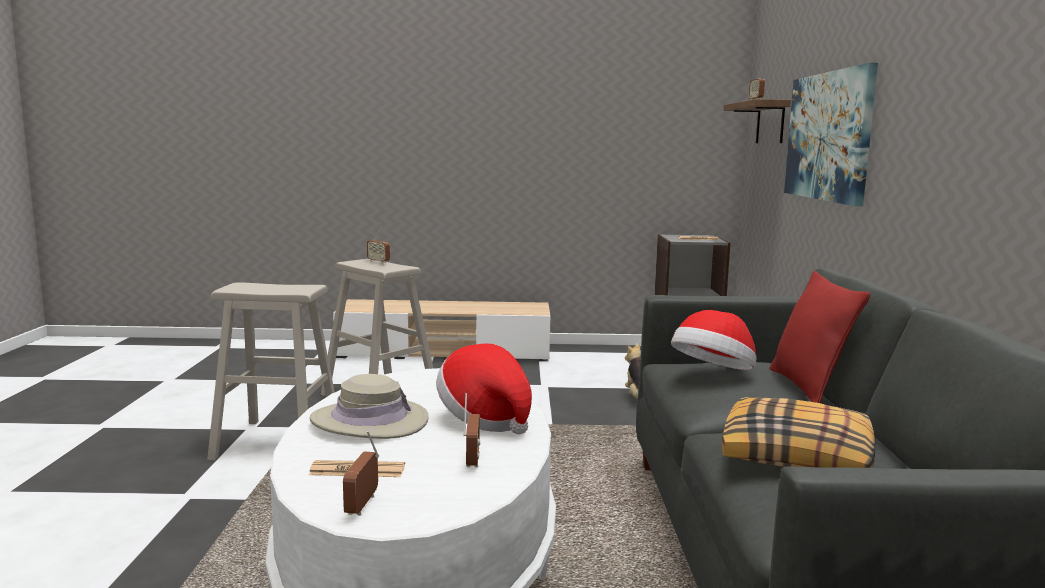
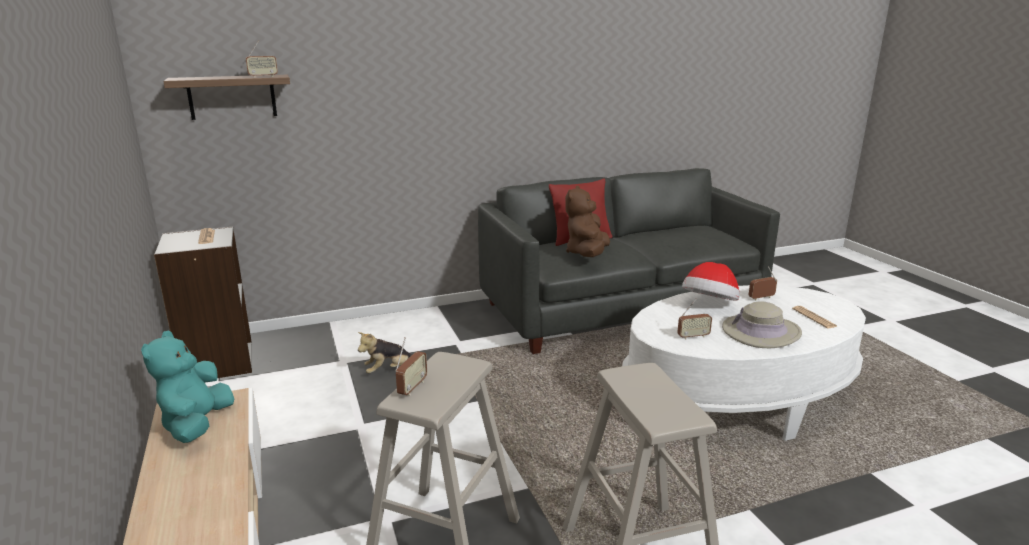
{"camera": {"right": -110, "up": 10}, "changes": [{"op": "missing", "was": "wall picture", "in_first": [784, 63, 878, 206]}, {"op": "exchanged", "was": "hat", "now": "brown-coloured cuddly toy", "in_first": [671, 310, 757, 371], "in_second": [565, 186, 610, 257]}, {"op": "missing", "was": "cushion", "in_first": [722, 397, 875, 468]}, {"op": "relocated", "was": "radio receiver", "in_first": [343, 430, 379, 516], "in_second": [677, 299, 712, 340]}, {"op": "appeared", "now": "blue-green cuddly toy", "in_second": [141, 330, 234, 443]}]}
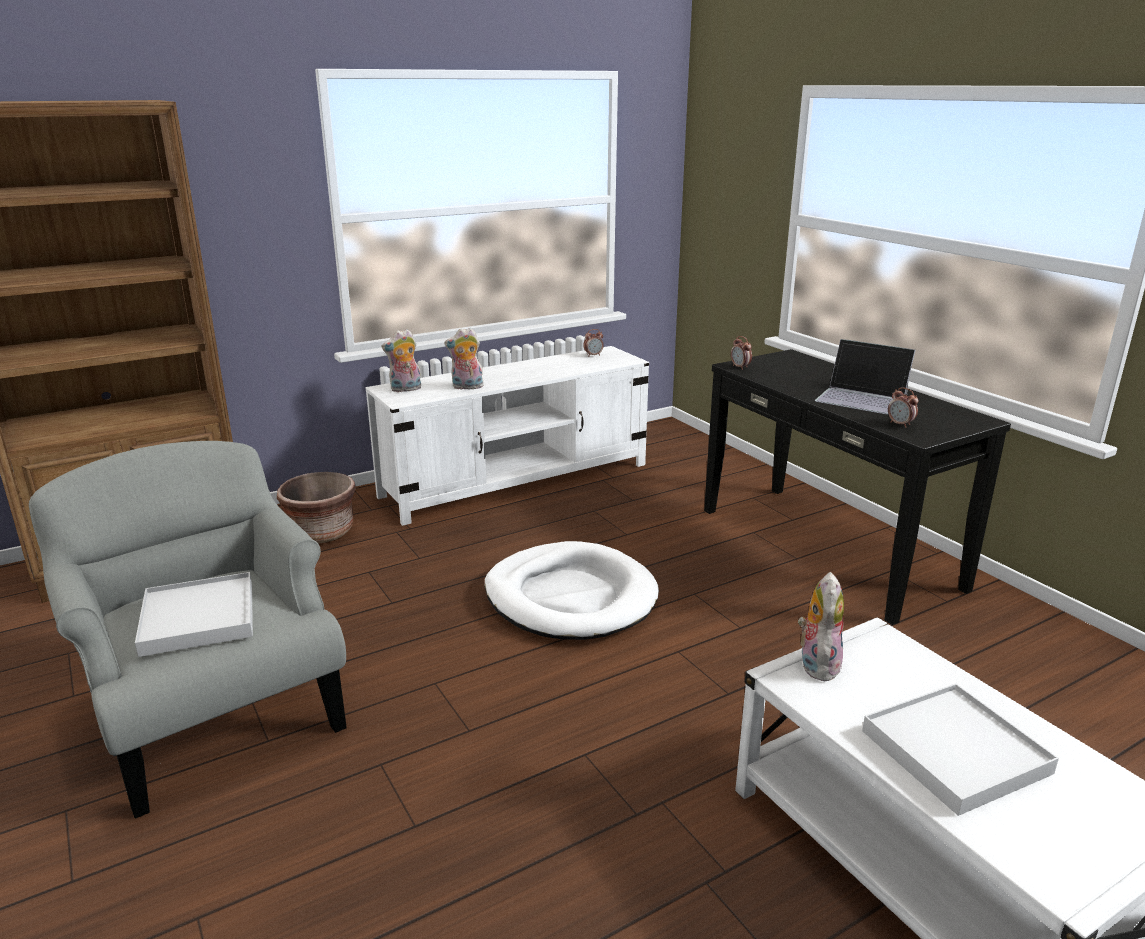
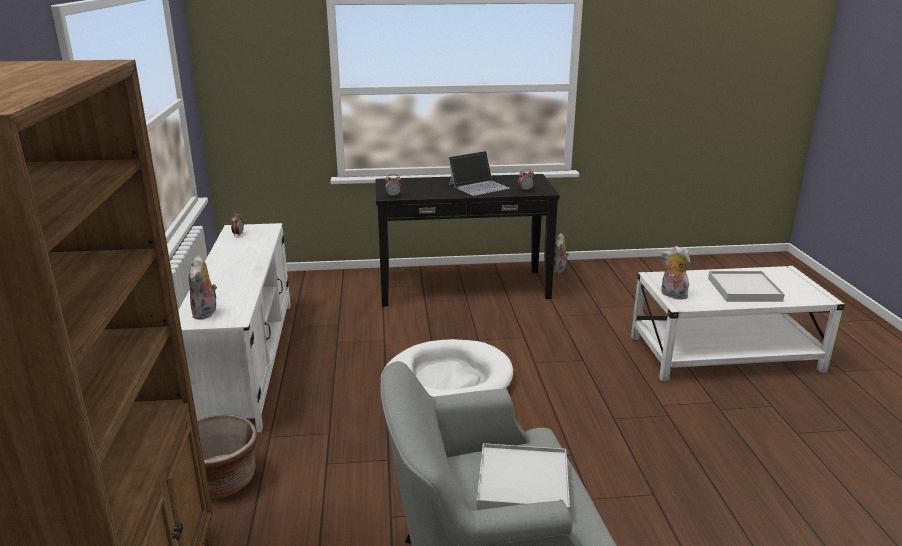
{"camera": {"right": -65, "up": 0}, "changes": [{"op": "relocated", "was": "cuddly toy", "in_first": [444, 328, 484, 390], "in_second": [553, 233, 569, 274]}]}
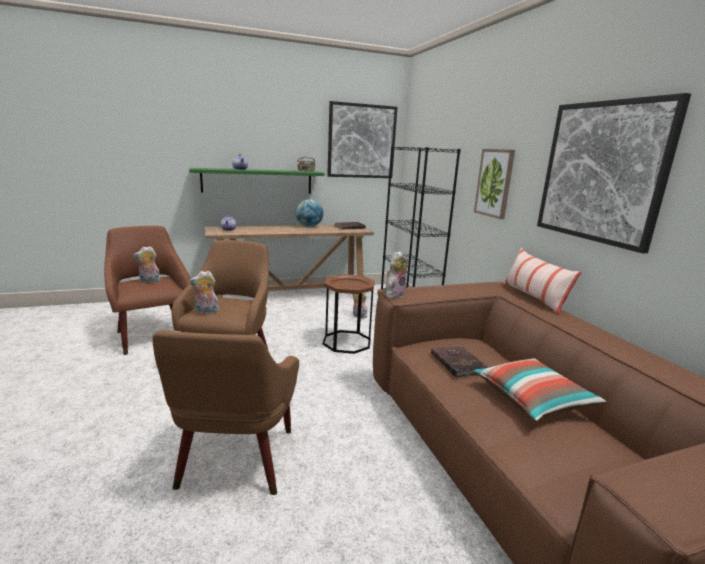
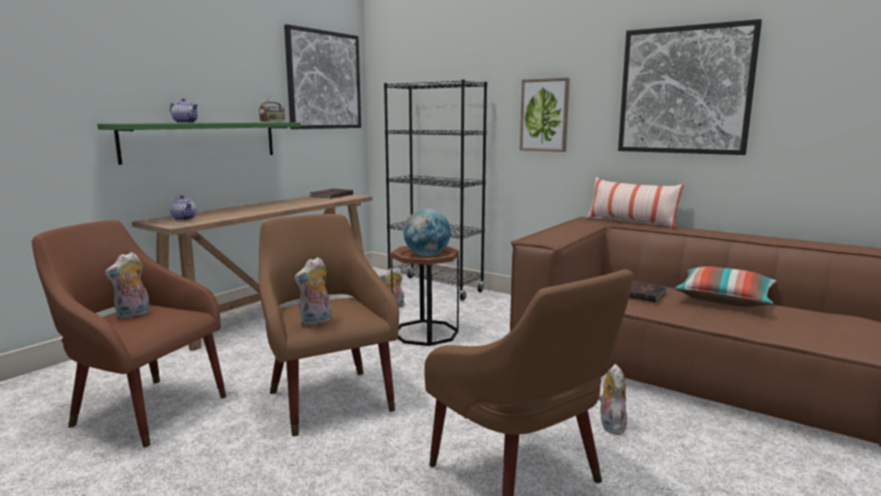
{"camera": {"right": -35, "up": -5}, "changes": [{"op": "relocated", "was": "desk globe", "in_first": [296, 199, 323, 227], "in_second": [403, 209, 451, 256]}, {"op": "relocated", "was": "cuddly toy", "in_first": [385, 251, 407, 298], "in_second": [599, 364, 627, 435]}]}
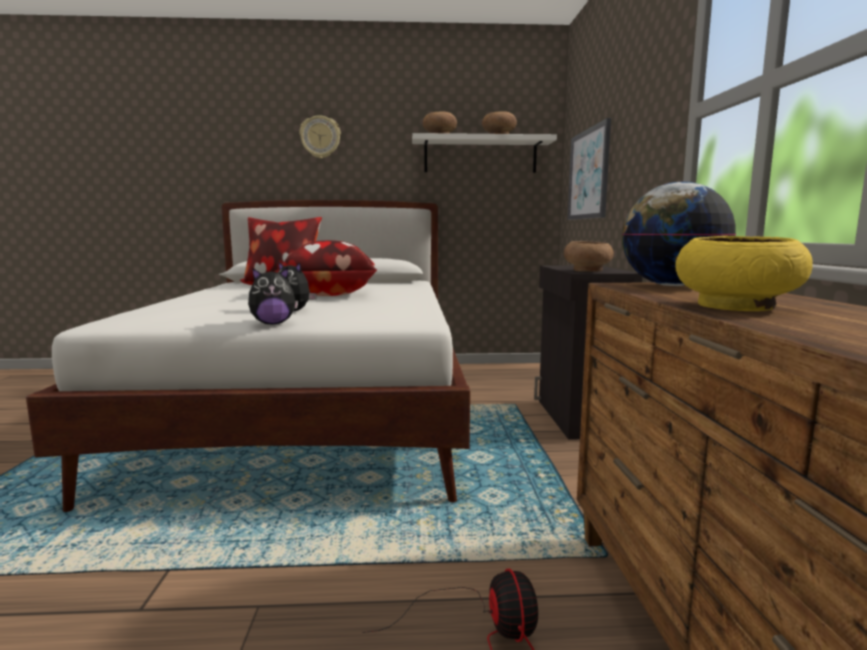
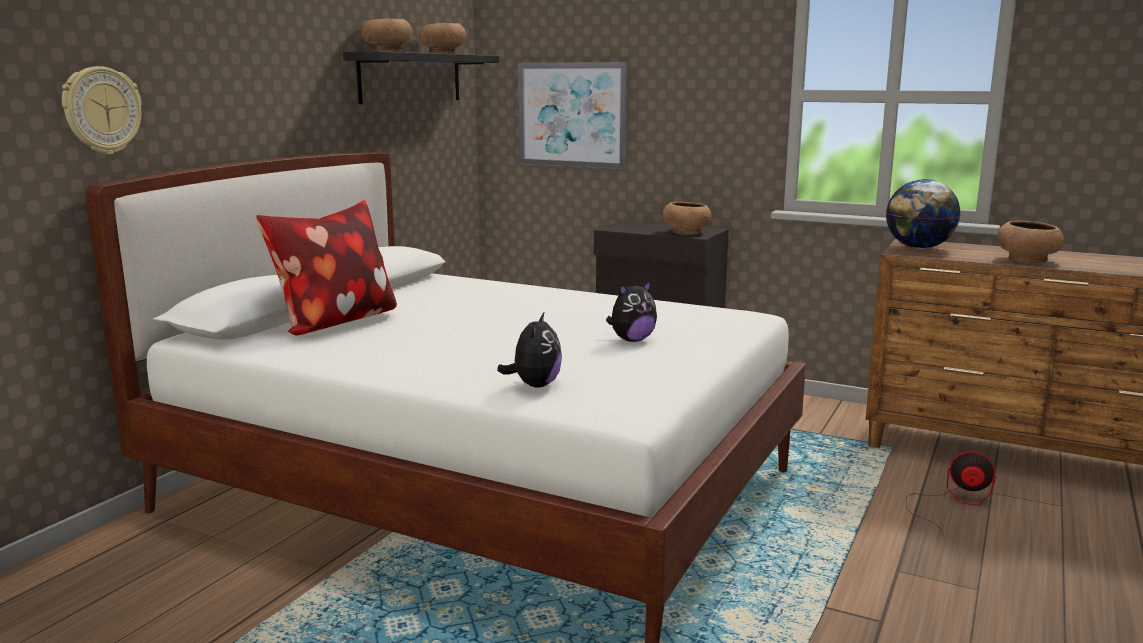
{"camera": {"right": -60, "up": 5}, "changes": [{"op": "relocated", "was": "clock on the wall", "in_first": [299, 115, 341, 159], "in_second": [62, 66, 142, 154]}, {"op": "colour", "was": "white shelf", "now": "black shelf", "in_first": [412, 133, 557, 173], "in_second": [343, 51, 499, 104]}, {"op": "colour", "was": "yellowish bowl", "now": "brown-coloured bowl", "in_first": [675, 236, 813, 311], "in_second": [997, 221, 1064, 263]}, {"op": "missing", "was": "cushion", "in_first": [275, 240, 377, 296]}, {"op": "relocated", "was": "cuddly toy", "in_first": [248, 267, 298, 325], "in_second": [497, 311, 562, 387]}]}
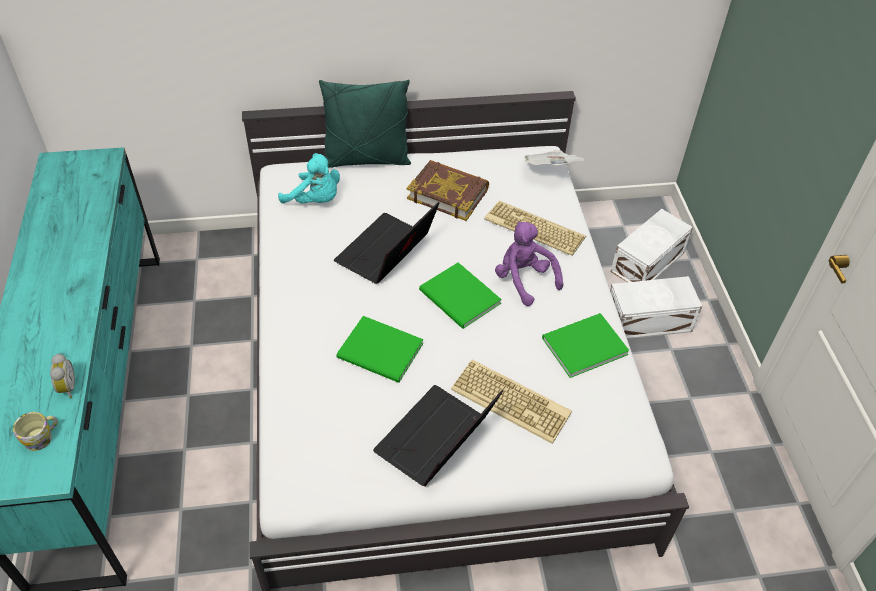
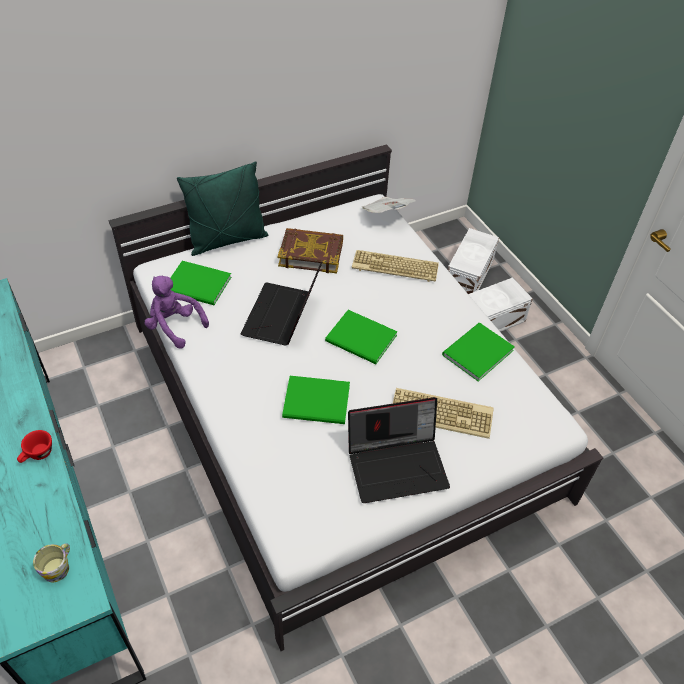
{"camera": {"right": -20, "up": 0}, "changes": [{"op": "exchanged", "was": "blue-green cuddly toy", "now": "green bound book", "in_first": [278, 153, 340, 204], "in_second": [170, 261, 231, 305]}, {"op": "relocated", "was": "purple cuddly toy", "in_first": [495, 221, 563, 306], "in_second": [144, 276, 209, 349]}, {"op": "missing", "was": "table clock", "in_first": [50, 354, 75, 398]}, {"op": "spun", "was": "laptop", "in_first": [373, 385, 503, 486], "in_second": [348, 397, 450, 503], "clockwise": -120}, {"op": "appeared", "now": "red small cup", "in_second": [17, 430, 52, 463]}]}
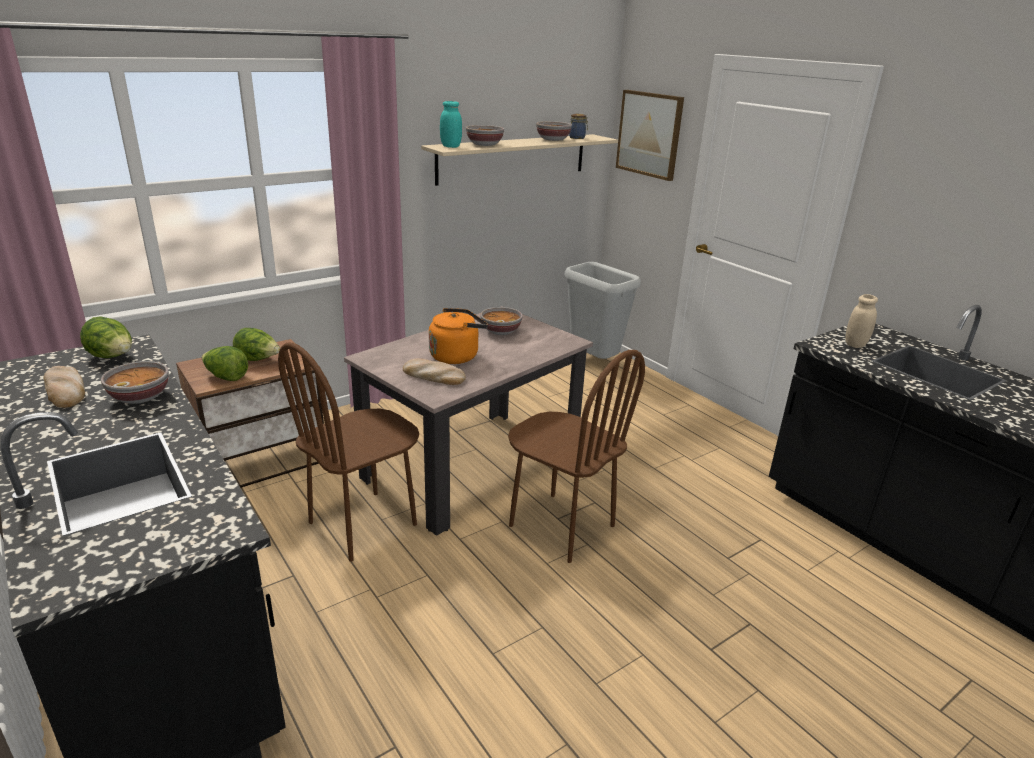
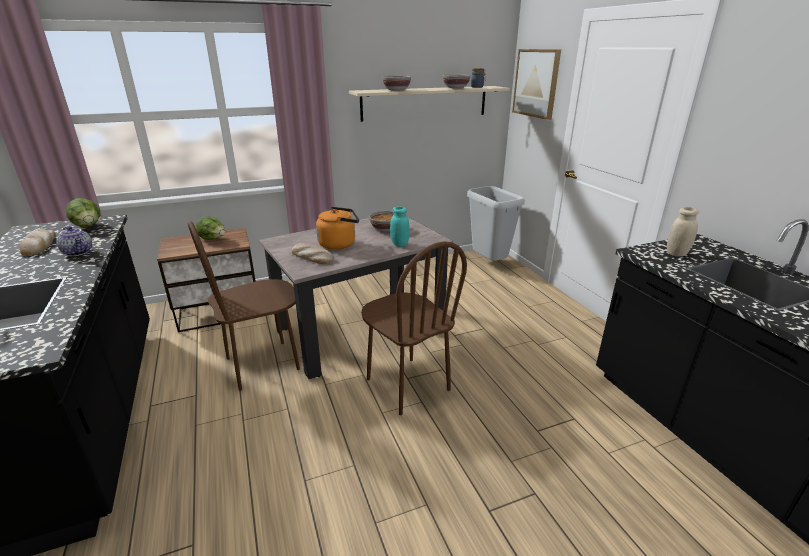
{"camera": {"right": 15, "up": 0}, "changes": [{"op": "relocated", "was": "blue-green storage jar", "in_first": [440, 101, 462, 148], "in_second": [390, 206, 410, 247]}, {"op": "missing", "was": "lettuce", "in_first": [202, 346, 248, 381]}, {"op": "exchanged", "was": "bowl", "now": "pot for tea", "in_first": [101, 361, 169, 404], "in_second": [56, 226, 92, 256]}]}
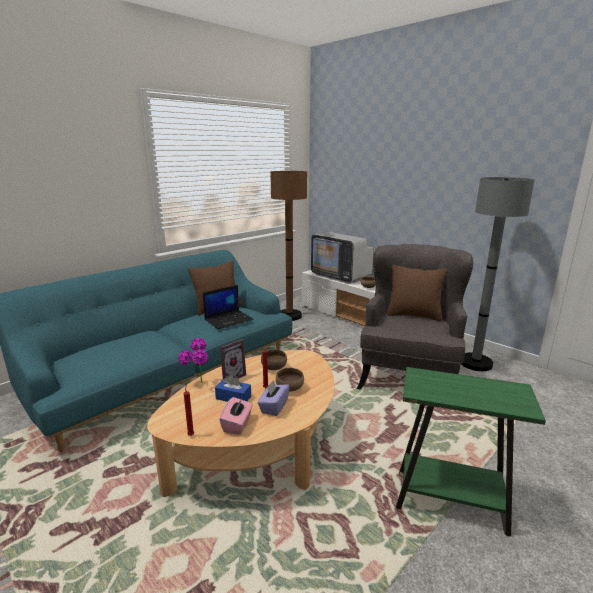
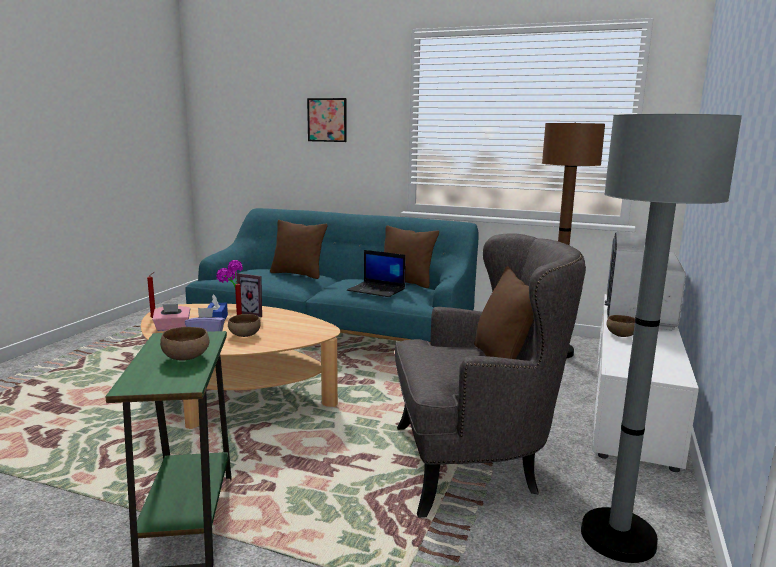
{"camera": {"right": 65, "up": -5}, "changes": [{"op": "relocated", "was": "brown-coloured bowl", "in_first": [261, 349, 287, 370], "in_second": [160, 327, 209, 361]}, {"op": "appeared", "now": "wall picture", "in_second": [307, 98, 347, 142]}, {"op": "appeared", "now": "brown-coloured cushion", "in_second": [270, 220, 328, 279]}]}
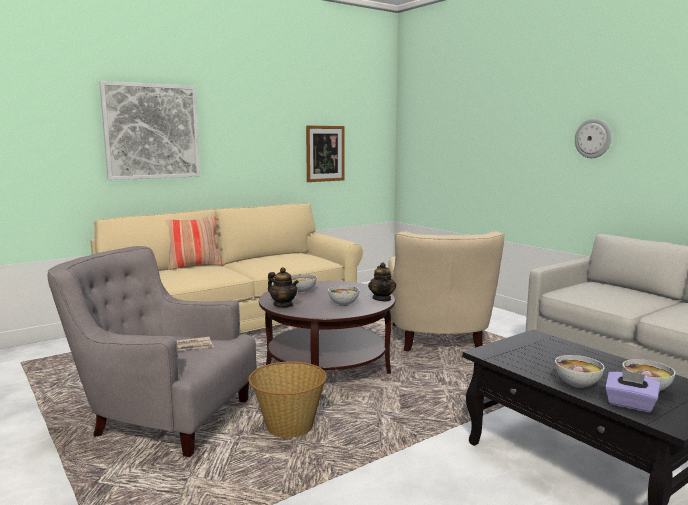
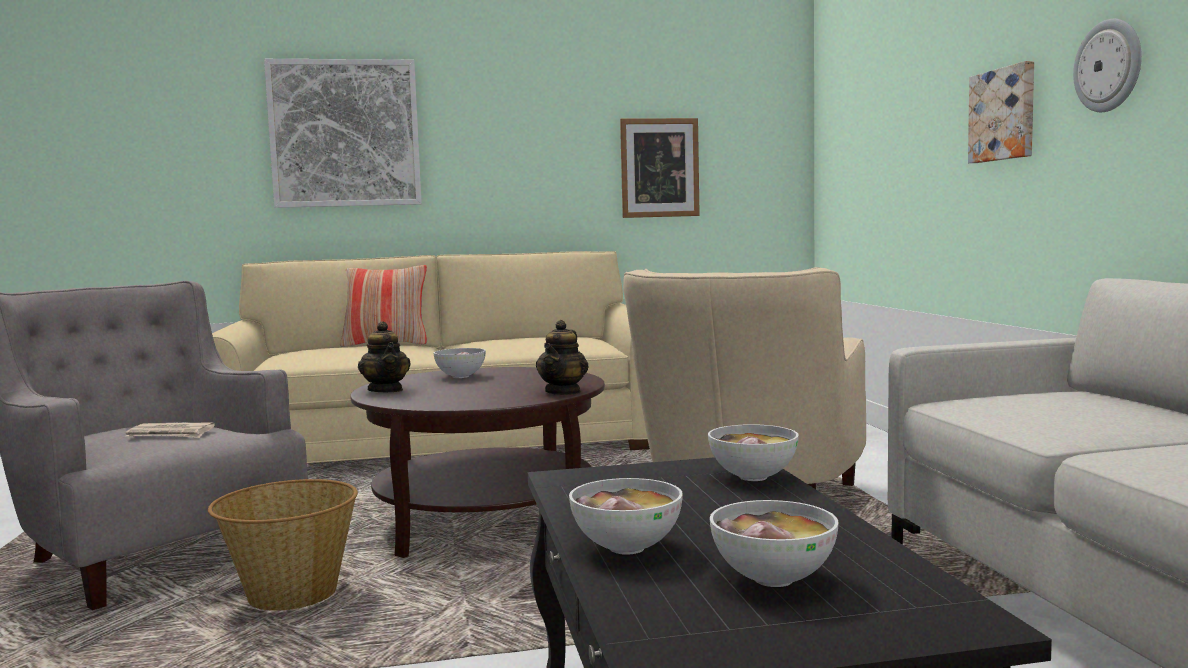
{"camera": {"right": 25, "up": -5}, "changes": [{"op": "relocated", "was": "bowl", "in_first": [328, 286, 359, 306], "in_second": [708, 424, 799, 481]}, {"op": "missing", "was": "purple tissue holder", "in_first": [605, 370, 660, 413]}, {"op": "appeared", "now": "wall picture", "in_second": [968, 61, 1034, 163]}]}
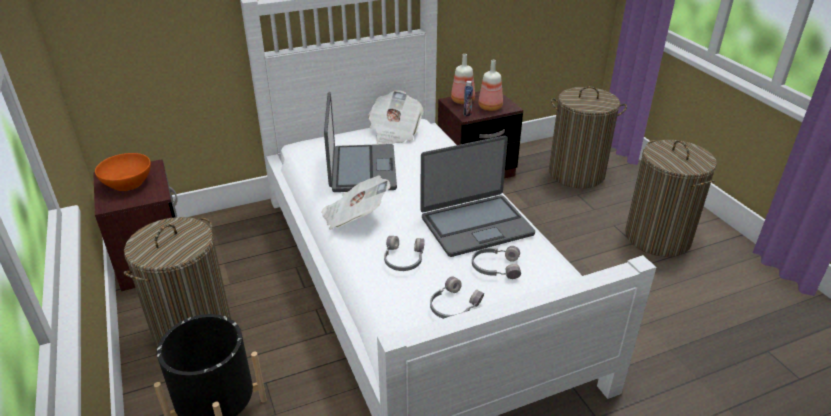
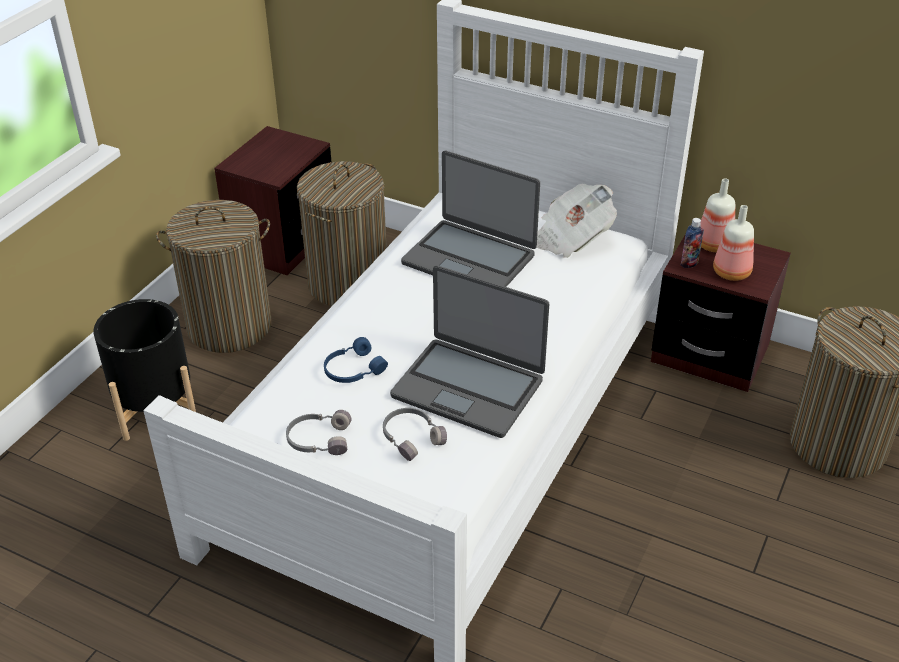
{"camera": {"right": 50, "up": 5}, "changes": [{"op": "spun", "was": "laptop", "in_first": [324, 92, 397, 192], "in_second": [401, 151, 540, 287], "clockwise": 75}, {"op": "relocated", "was": "laundry basket", "in_first": [625, 140, 717, 257], "in_second": [297, 161, 387, 306]}, {"op": "missing", "was": "orange-coloured bowl", "in_first": [95, 153, 151, 191]}, {"op": "missing", "was": "newspaper", "in_first": [321, 176, 390, 230]}, {"op": "colour", "was": "greyish pair of headphones", "now": "blue-coloured pair of headphones", "in_first": [384, 236, 425, 271], "in_second": [324, 337, 388, 383]}]}
